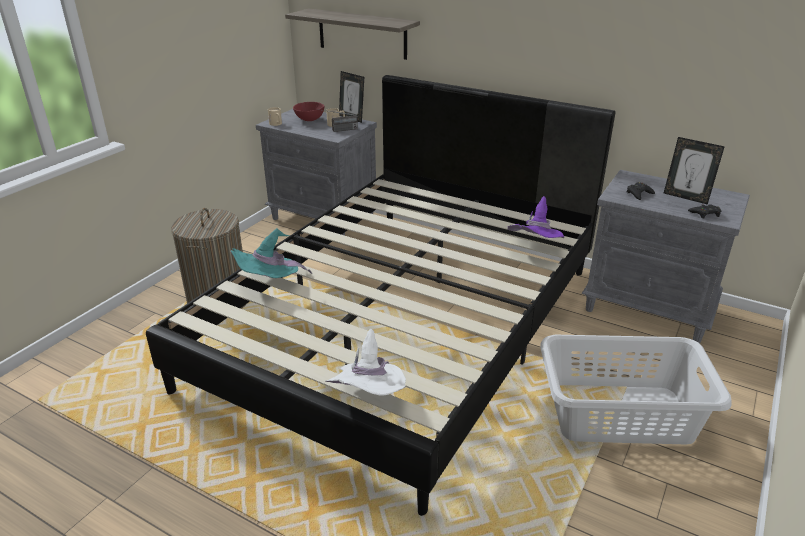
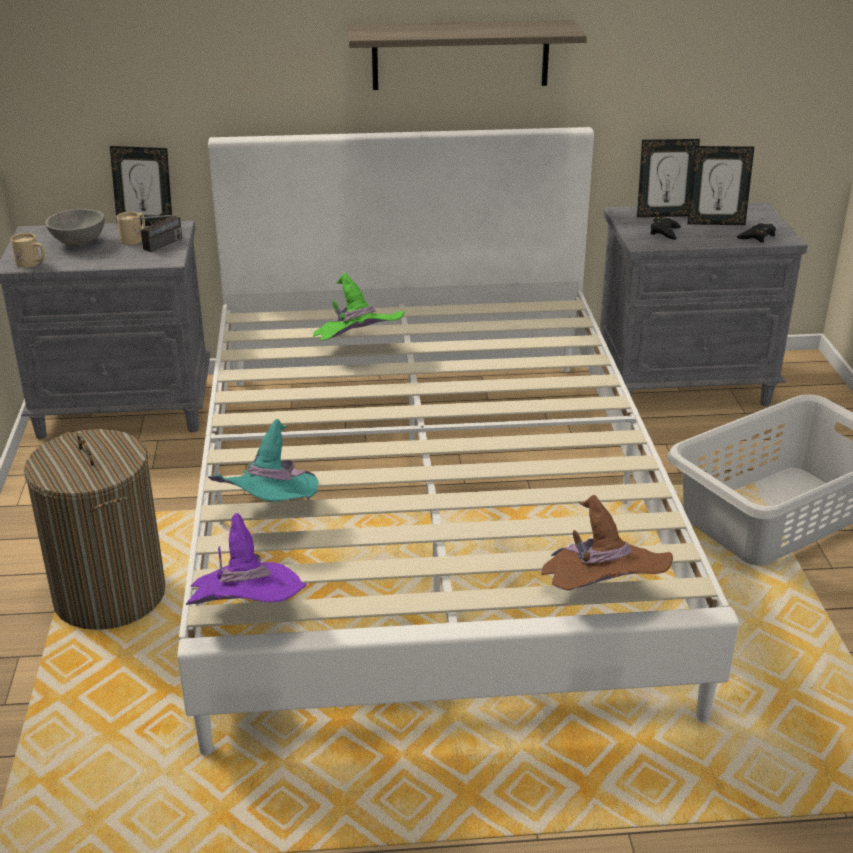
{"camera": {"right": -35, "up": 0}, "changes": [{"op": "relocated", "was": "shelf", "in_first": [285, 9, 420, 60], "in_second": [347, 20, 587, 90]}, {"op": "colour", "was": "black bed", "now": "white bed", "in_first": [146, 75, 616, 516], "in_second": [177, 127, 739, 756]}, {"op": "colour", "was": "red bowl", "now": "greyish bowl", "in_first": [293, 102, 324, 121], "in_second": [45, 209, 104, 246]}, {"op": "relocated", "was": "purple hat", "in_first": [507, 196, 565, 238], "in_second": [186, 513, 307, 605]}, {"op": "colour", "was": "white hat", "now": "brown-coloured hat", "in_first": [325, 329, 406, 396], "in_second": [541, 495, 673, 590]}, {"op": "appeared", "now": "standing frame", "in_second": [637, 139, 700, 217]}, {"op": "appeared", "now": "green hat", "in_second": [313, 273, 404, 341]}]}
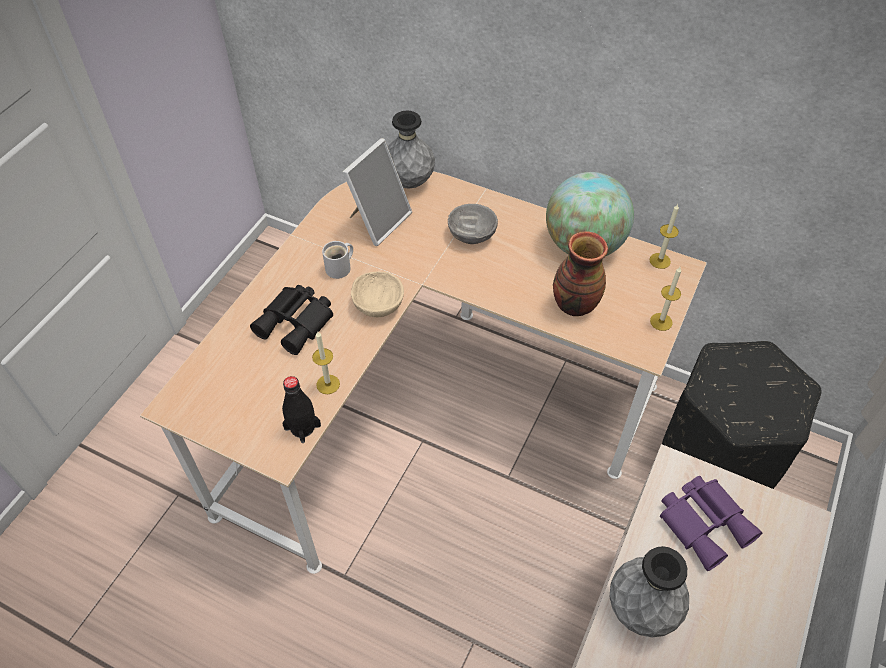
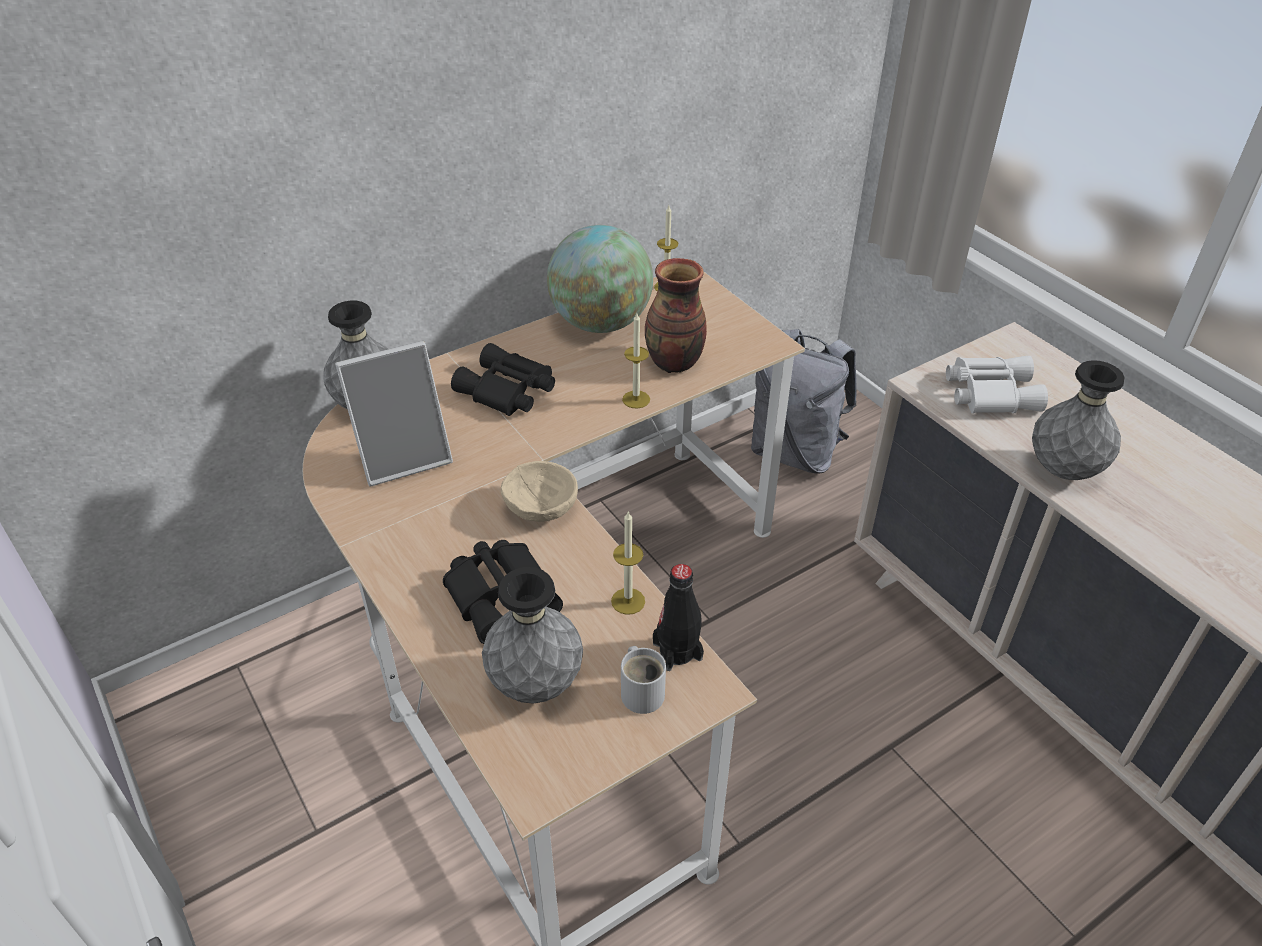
{"camera": {"right": -60, "up": -10}, "changes": [{"op": "spun", "was": "standing frame", "in_first": [343, 138, 412, 246], "in_second": [335, 341, 453, 487], "clockwise": 90}, {"op": "exchanged", "was": "greyish bowl", "now": "black binoculars", "in_first": [448, 204, 498, 244], "in_second": [451, 343, 555, 416]}, {"op": "relocated", "was": "white mug", "in_first": [322, 241, 353, 279], "in_second": [621, 646, 666, 714]}, {"op": "relocated", "was": "wax candle", "in_first": [650, 267, 681, 331], "in_second": [622, 313, 650, 409]}, {"op": "exchanged", "was": "black pouffe", "now": "greyish backpack", "in_first": [662, 341, 822, 489], "in_second": [751, 329, 857, 474]}, {"op": "colour", "was": "purple binoculars", "now": "white binoculars", "in_first": [660, 476, 762, 571], "in_second": [946, 356, 1048, 414]}, {"op": "appeared", "now": "greyish decorative vase", "in_second": [482, 567, 583, 704]}]}
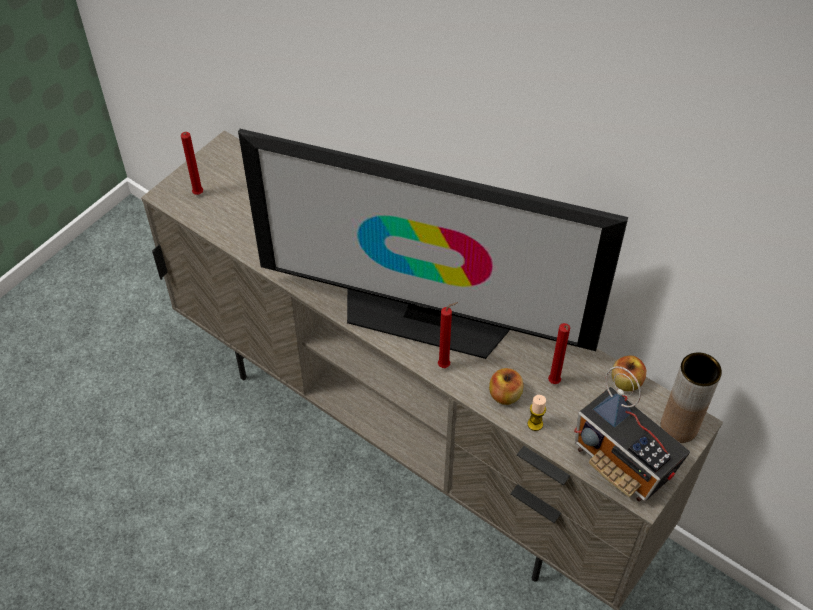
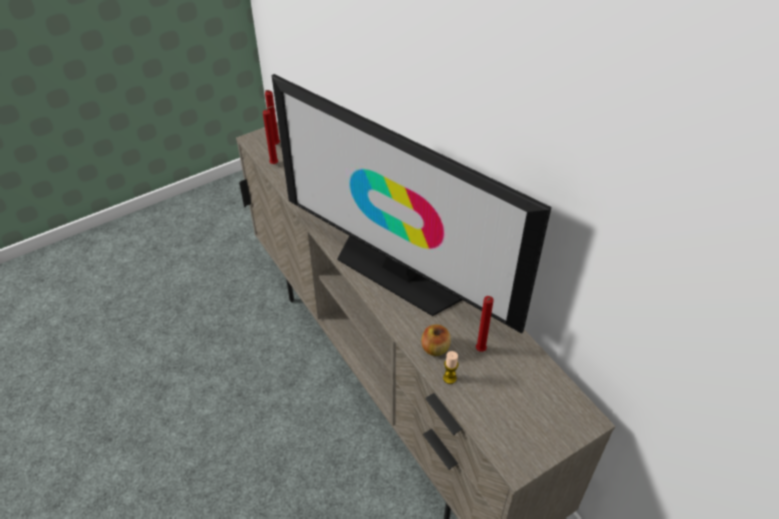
{"camera": {"right": 20, "up": -5}, "changes": [{"op": "relocated", "was": "red wax candle", "in_first": [438, 302, 458, 368], "in_second": [263, 106, 278, 164]}, {"op": "missing", "was": "brown-coloured decorative vase", "in_first": [660, 352, 722, 443]}, {"op": "missing", "was": "apple", "in_first": [612, 355, 646, 392]}, {"op": "missing", "was": "radio receiver", "in_first": [574, 366, 690, 502]}]}
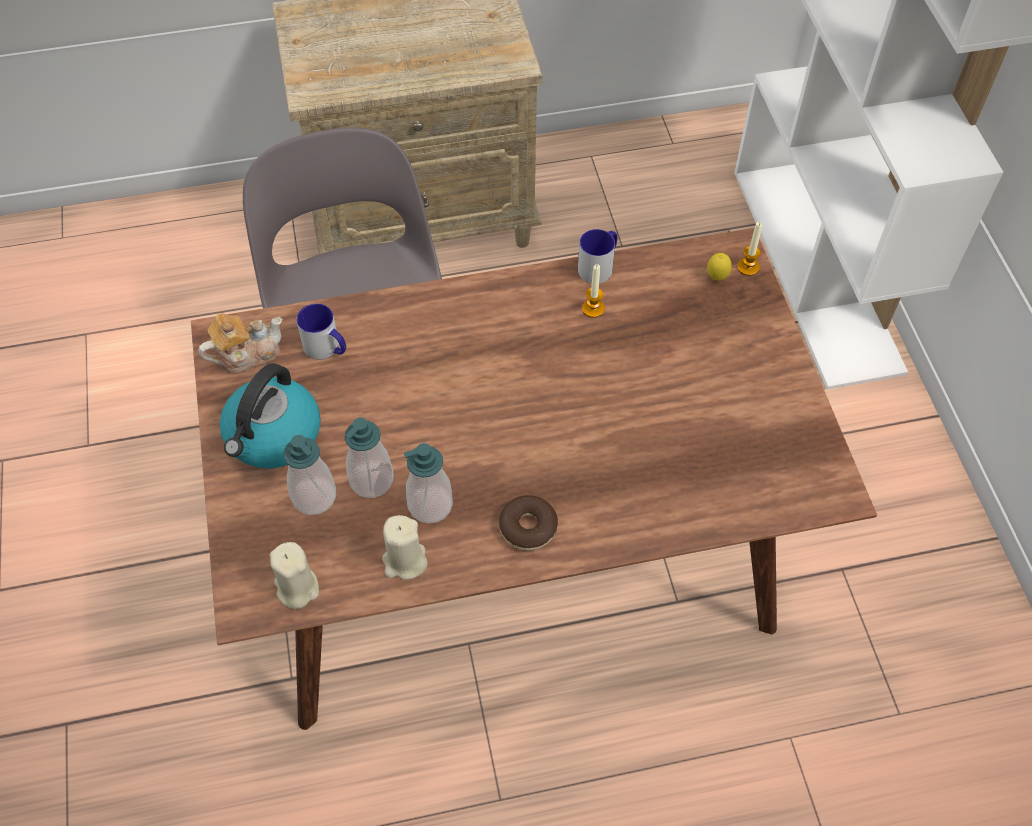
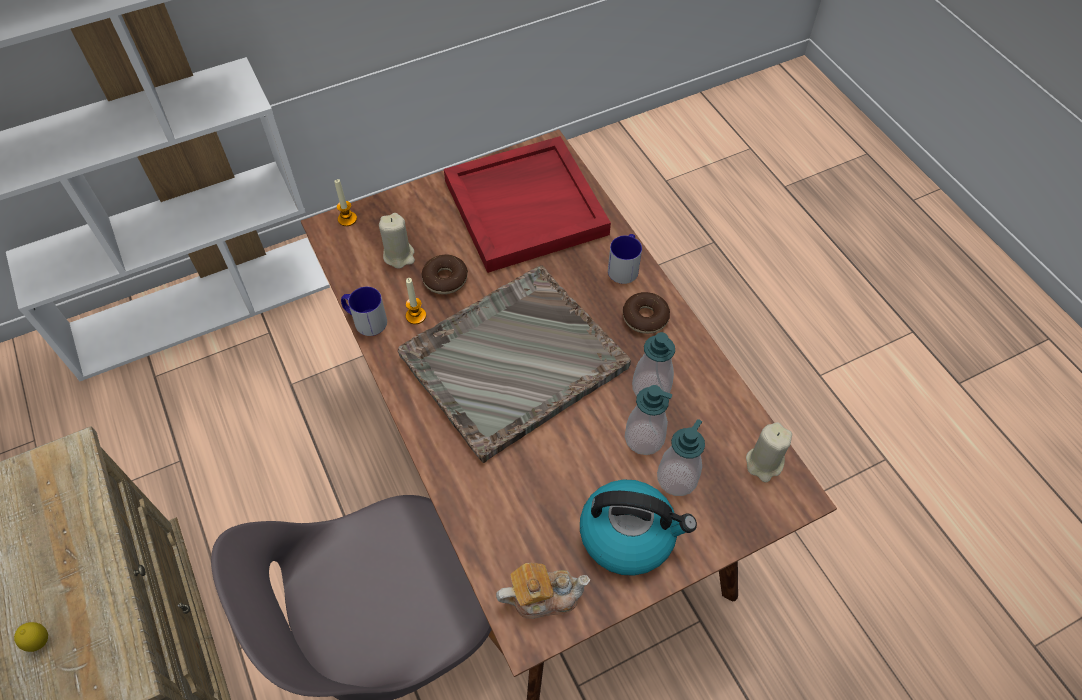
{"camera": {"right": -105, "up": 0}, "changes": [{"op": "relocated", "was": "citrus fruit", "in_first": [707, 253, 732, 281], "in_second": [14, 622, 48, 652]}, {"op": "relocated", "was": "mug", "in_first": [296, 304, 346, 359], "in_second": [608, 234, 642, 284]}, {"op": "spun", "was": "pot for tea", "in_first": [198, 314, 282, 374], "in_second": [496, 563, 590, 619], "clockwise": 120}, {"op": "relocated", "was": "sand-coloured wax candle", "in_first": [382, 515, 428, 580], "in_second": [379, 213, 415, 269]}, {"op": "appeared", "now": "red carrying tray", "in_second": [444, 136, 611, 273]}, {"op": "appeared", "now": "doughnut", "in_second": [422, 255, 468, 294]}, {"op": "appeared", "now": "greyish carrying tray", "in_second": [398, 265, 631, 463]}]}
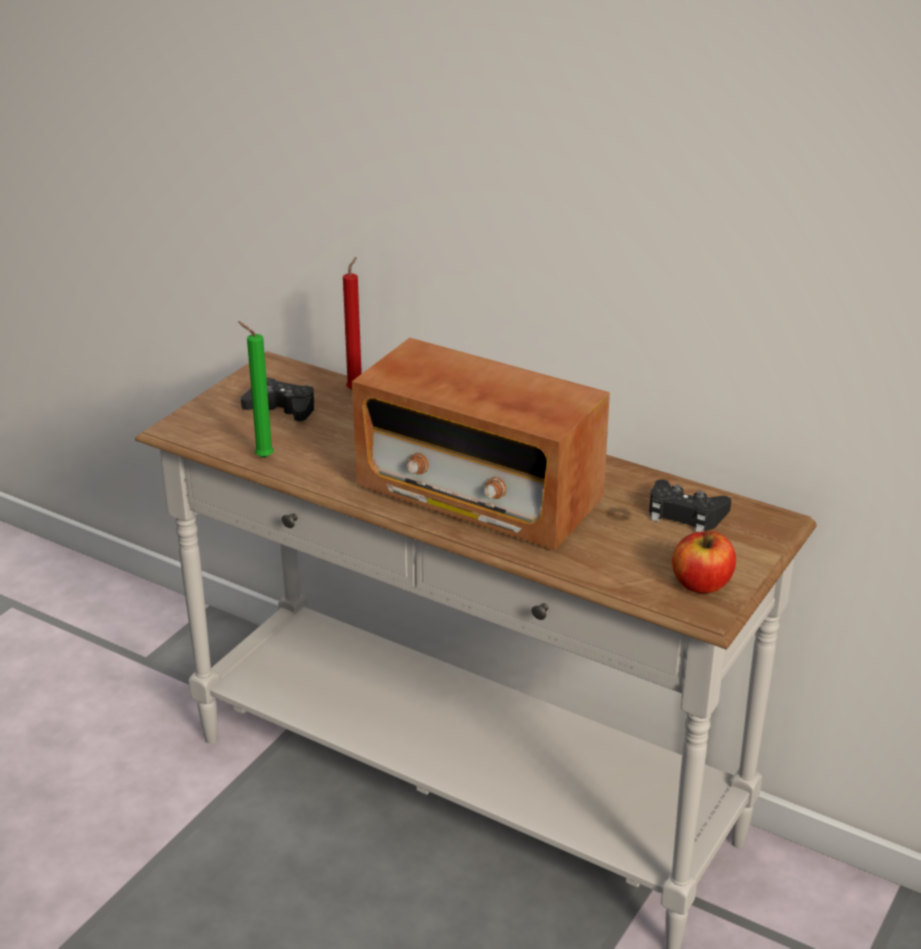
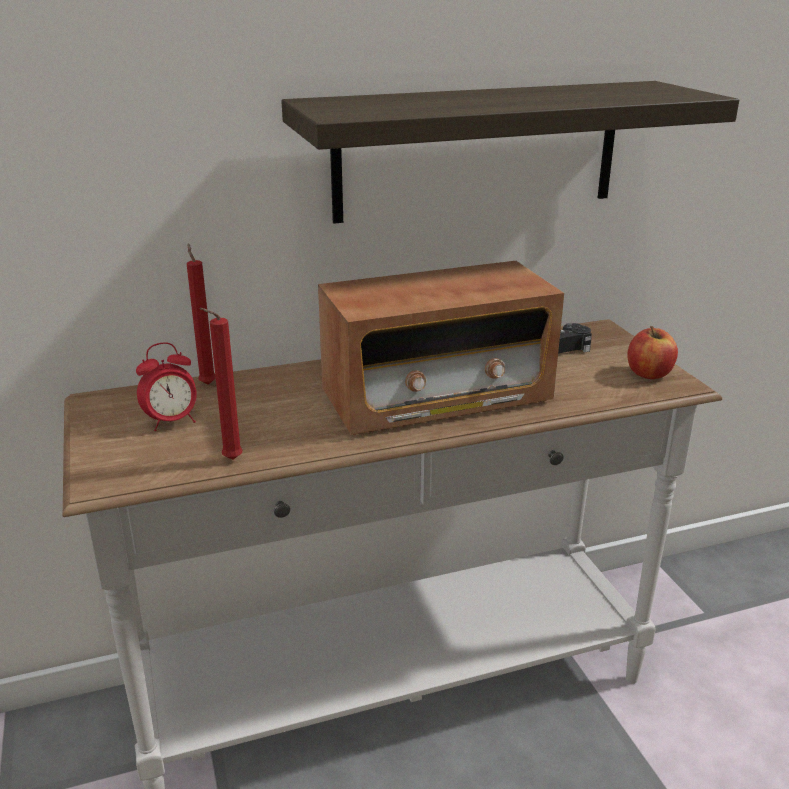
{"camera": {"right": -50, "up": -5}, "changes": [{"op": "colour", "was": "green wax candle", "now": "red wax candle", "in_first": [238, 321, 274, 458], "in_second": [199, 308, 243, 460]}, {"op": "exchanged", "was": "black game controller", "now": "table clock", "in_first": [241, 378, 314, 421], "in_second": [136, 342, 197, 431]}, {"op": "appeared", "now": "shelf", "in_second": [281, 81, 739, 224]}]}
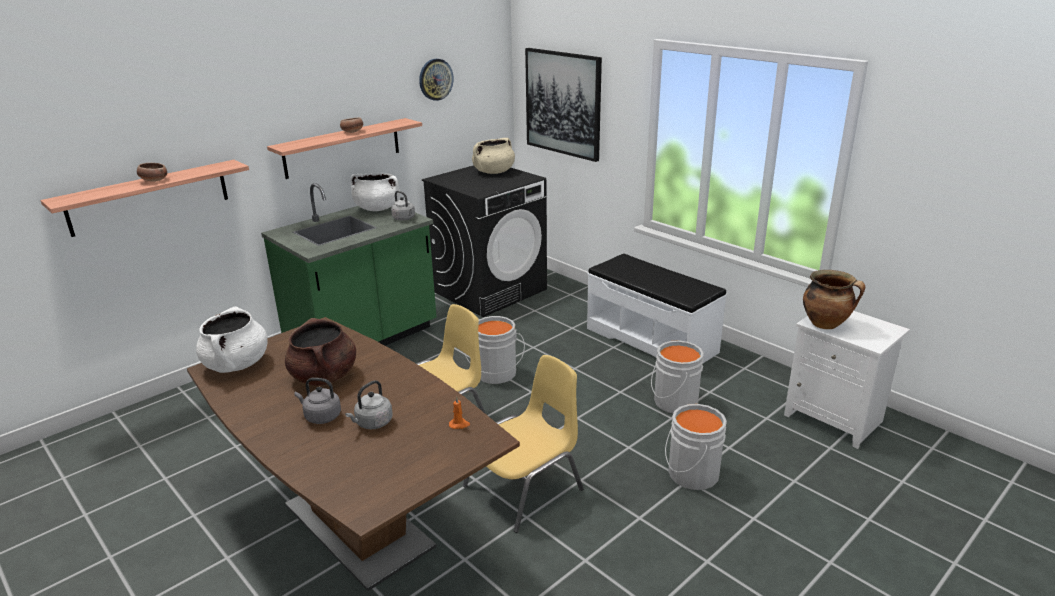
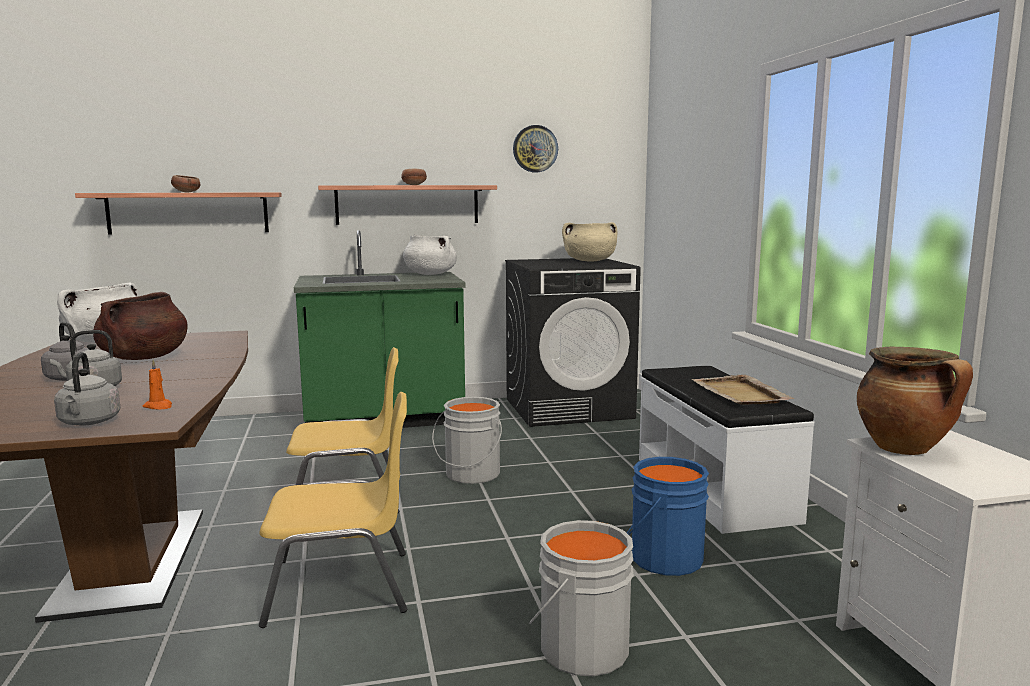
{"camera": {"right": 30, "up": -15}, "changes": [{"op": "missing", "was": "wall picture", "in_first": [525, 48, 602, 162]}, {"op": "relocated", "was": "greyish water kettle", "in_first": [391, 191, 415, 221], "in_second": [54, 352, 120, 426]}, {"op": "colour", "was": "greyish bucket", "now": "blue-coloured bucket", "in_first": [651, 340, 704, 413], "in_second": [627, 457, 709, 576]}, {"op": "appeared", "now": "sand-coloured carrying tray", "in_second": [692, 375, 795, 405]}]}
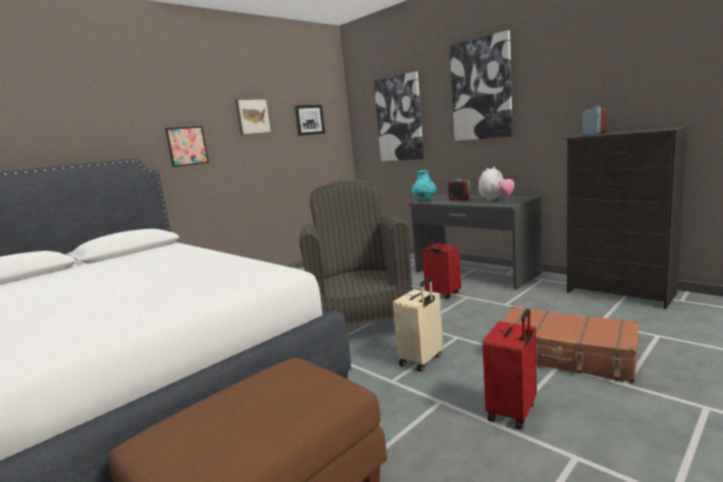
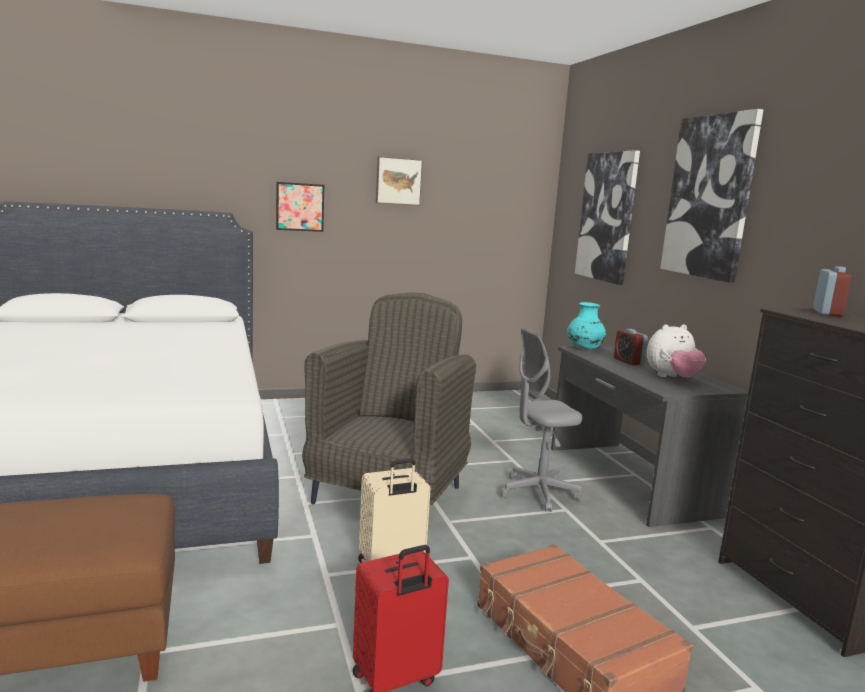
{"camera": {"right": 25, "up": 0}, "changes": [{"op": "missing", "was": "wall picture", "in_first": [294, 105, 325, 136]}, {"op": "exchanged", "was": "red travel case", "now": "greyish desk chair", "in_first": [422, 235, 461, 299], "in_second": [500, 328, 582, 512]}]}
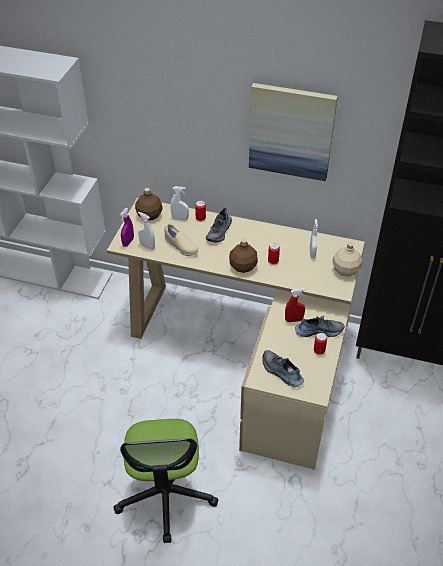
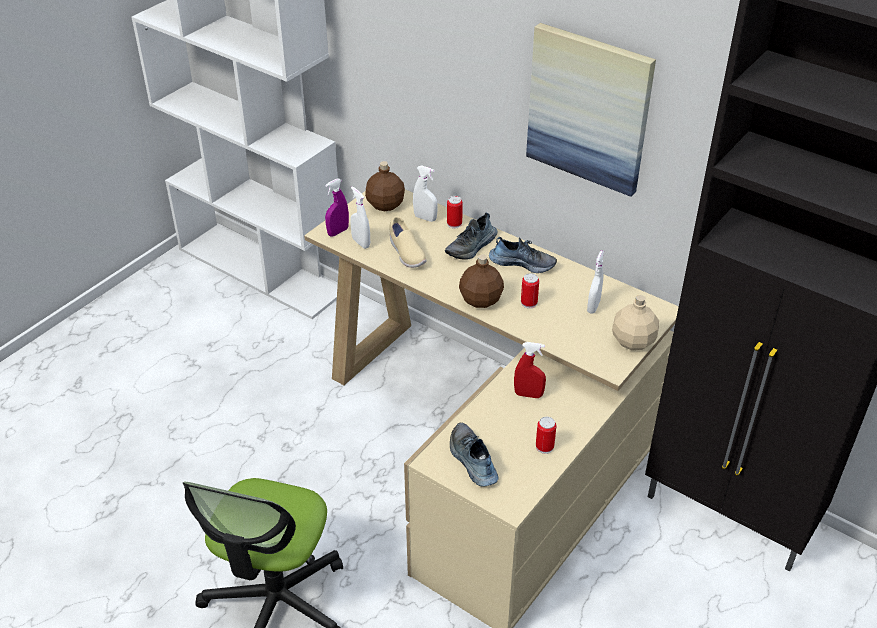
{"camera": {"right": 20, "up": -5}, "changes": [{"op": "relocated", "was": "shoe", "in_first": [295, 316, 344, 337], "in_second": [489, 237, 557, 273]}]}
